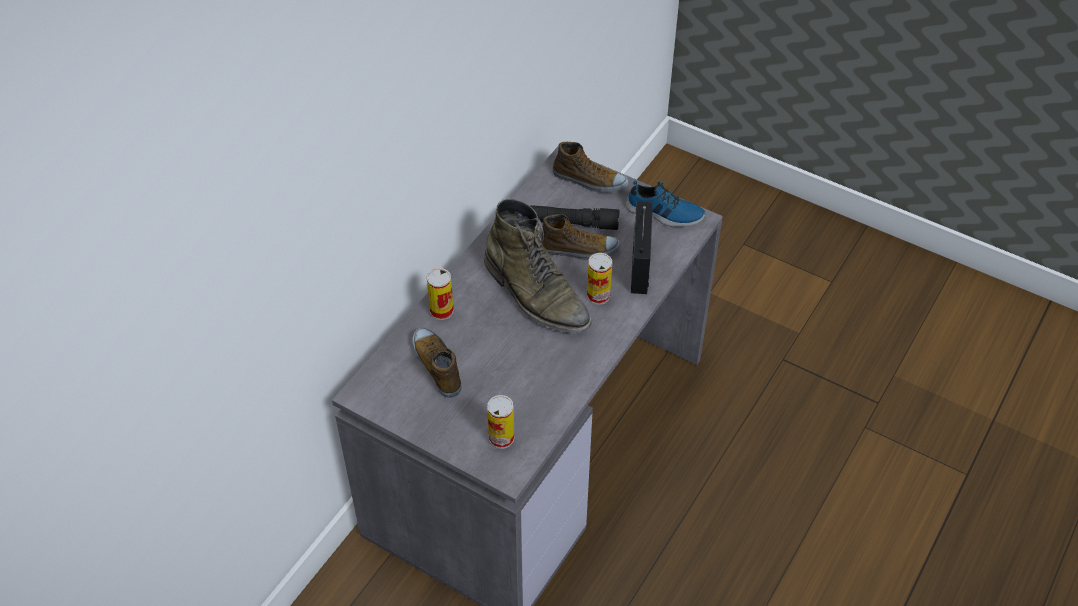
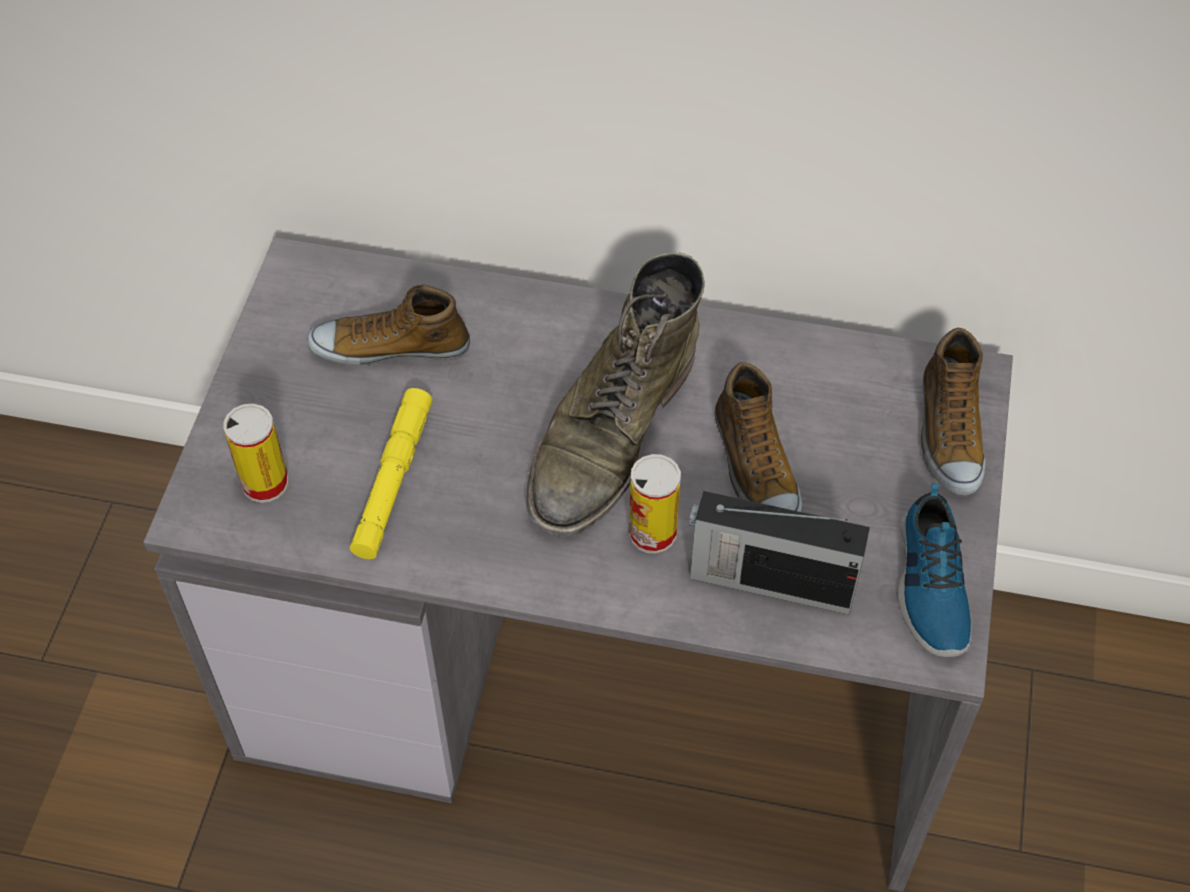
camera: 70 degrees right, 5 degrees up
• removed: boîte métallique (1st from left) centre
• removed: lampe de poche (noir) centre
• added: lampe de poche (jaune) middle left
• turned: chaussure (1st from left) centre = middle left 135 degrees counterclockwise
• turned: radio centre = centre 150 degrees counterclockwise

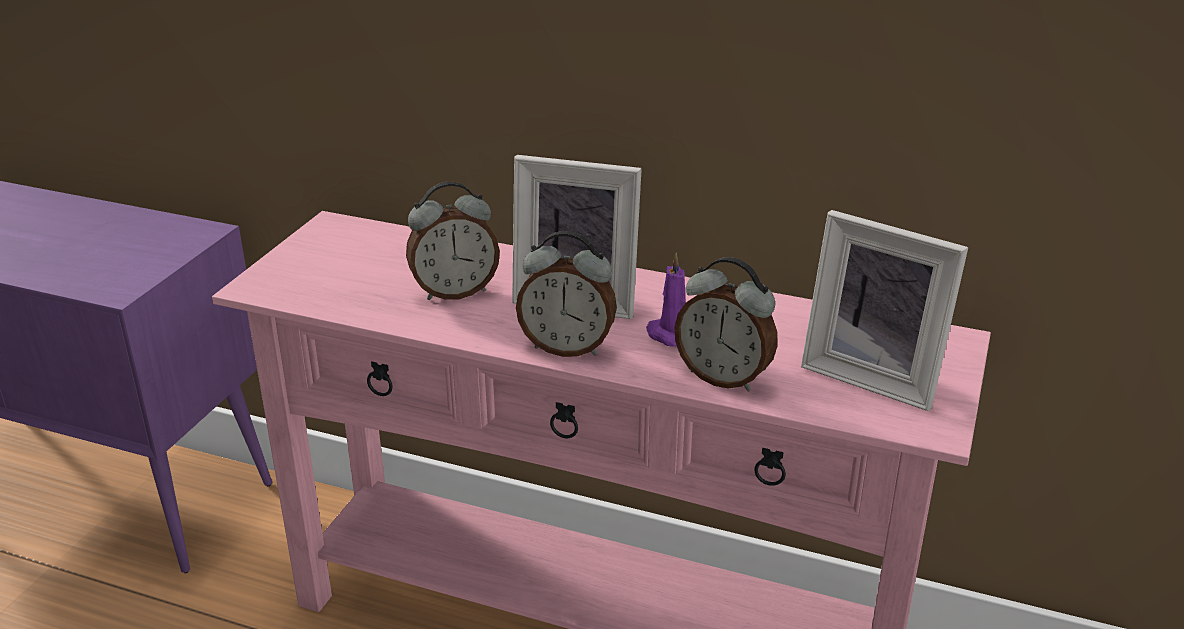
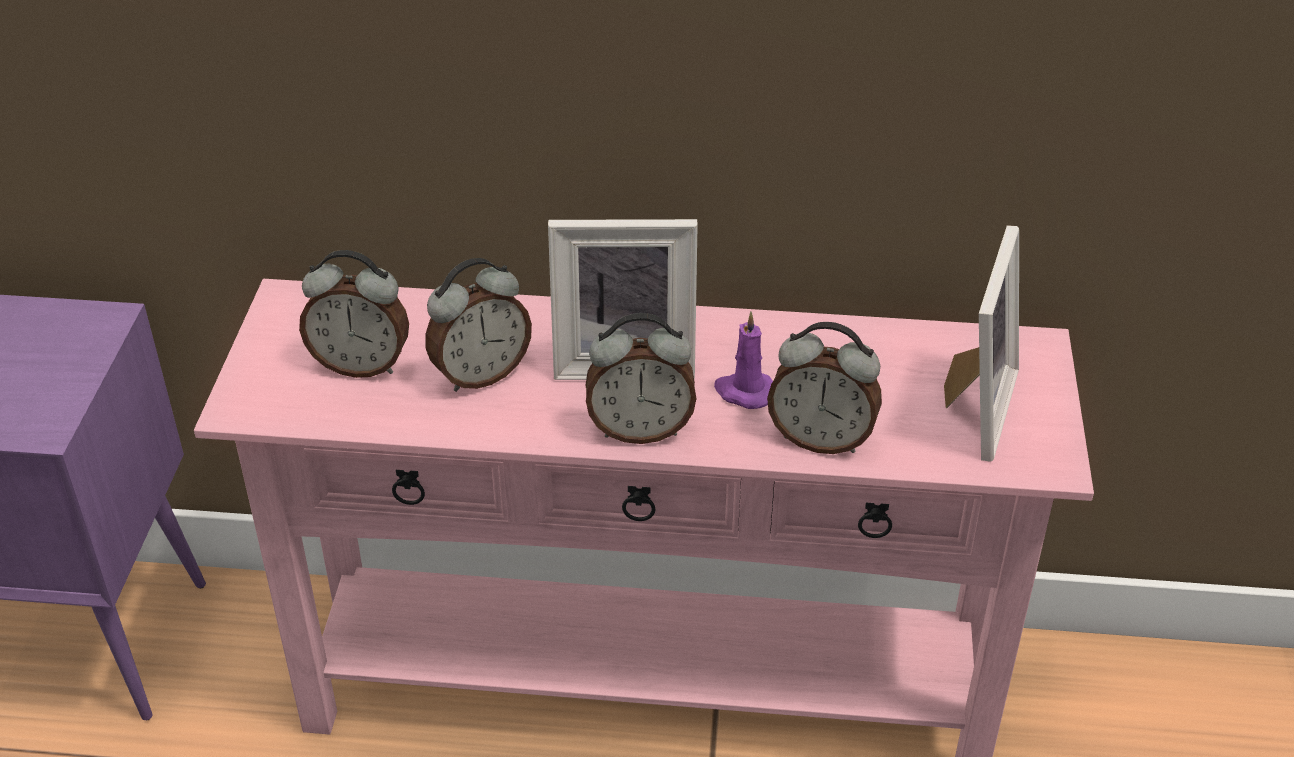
camera: 15 degrees left, 10 degrees up
• added: réveil (1st from left) middle left
• turned: cadre photo (2nd from left) middle right = middle right 90 degrees counterclockwise

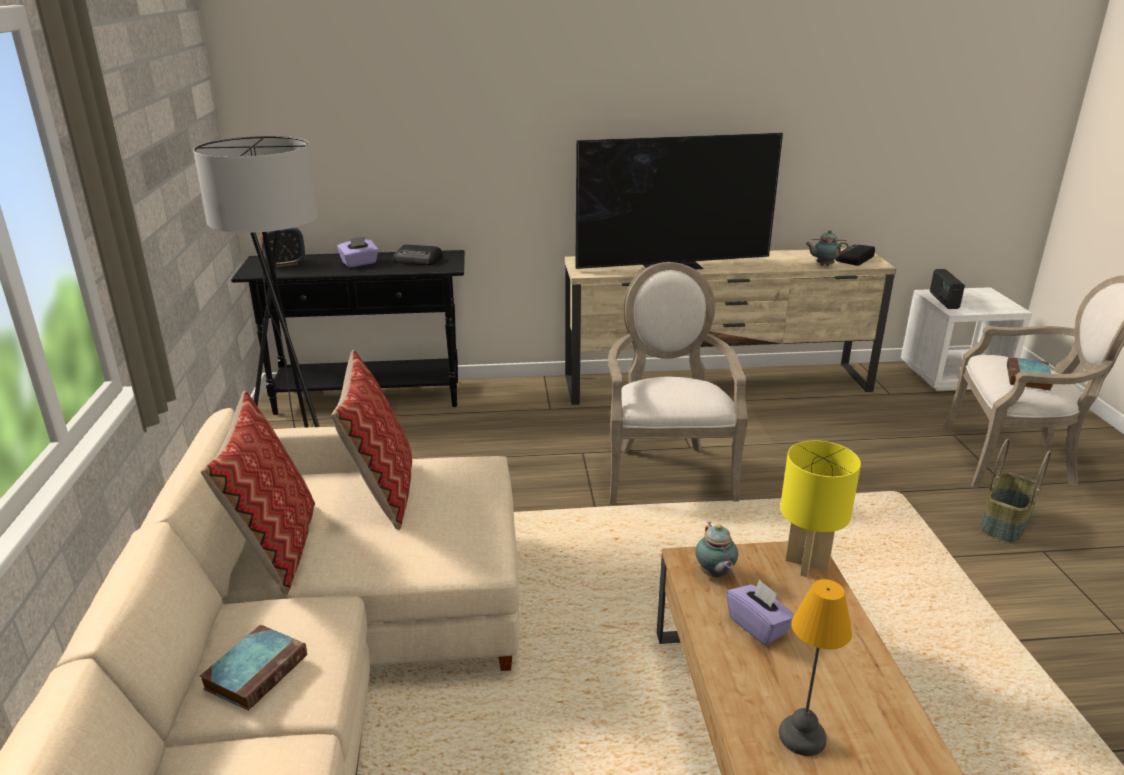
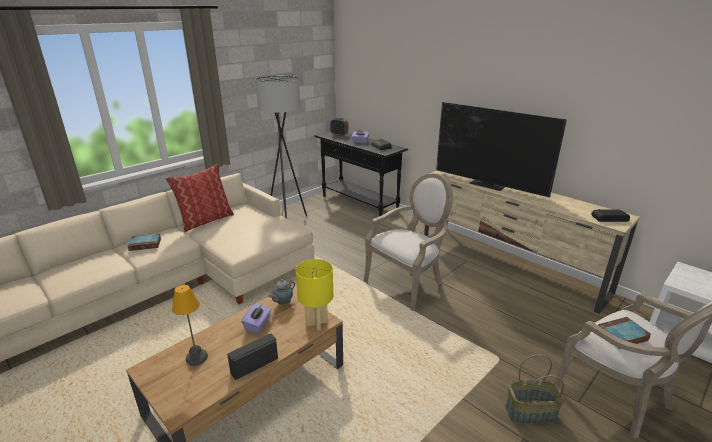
camera: 50 degrees right, 0 degrees up
• removed: coussin (2nd from left) middle left
• removed: théière (2nd from left) top right
• moved: radio (3rd from left in the first image) middle right to radio (1st from left) bottom centre

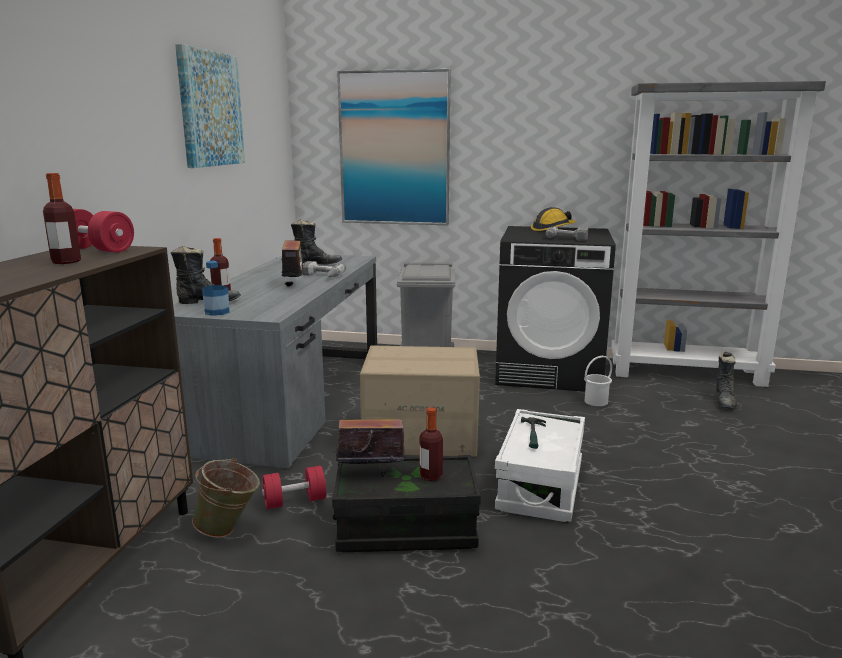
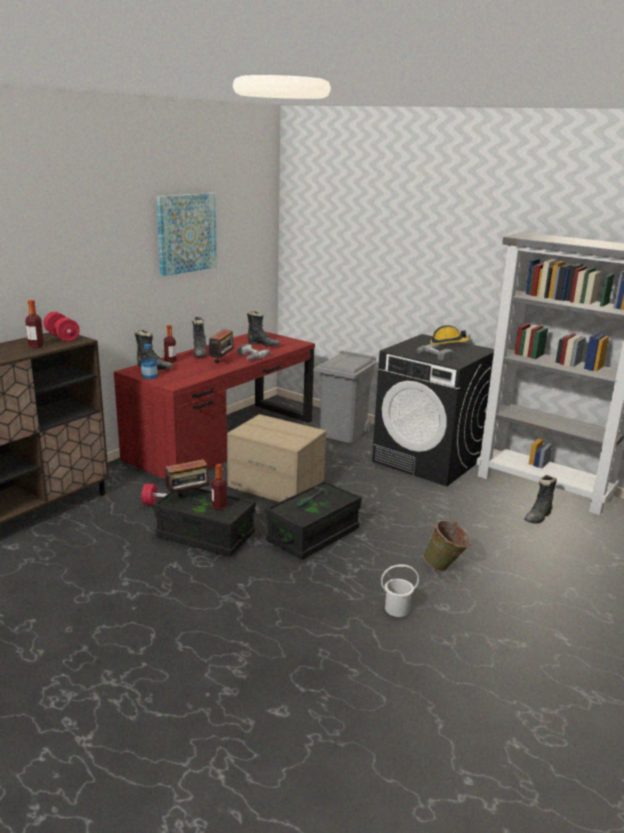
camera: 25 degrees right, 5 degrees up
• removed: tableau (2nd from left) top centre
• added: botte (noir) (2nd from left) middle left
• moved: seau (vert) bottom left to middle right
• moved: seau (blanc) middle right to bottom centre
• recoloured: bureau (gris) middle left to bureau (rouge) centre
• recoloured: boîte de rangement (blanc) bottom centre to boîte de rangement (noir) (2nd from left) centre
• turned: radio (2nd from left in the first image) bottom centre = middle left 135 degrees clockwise

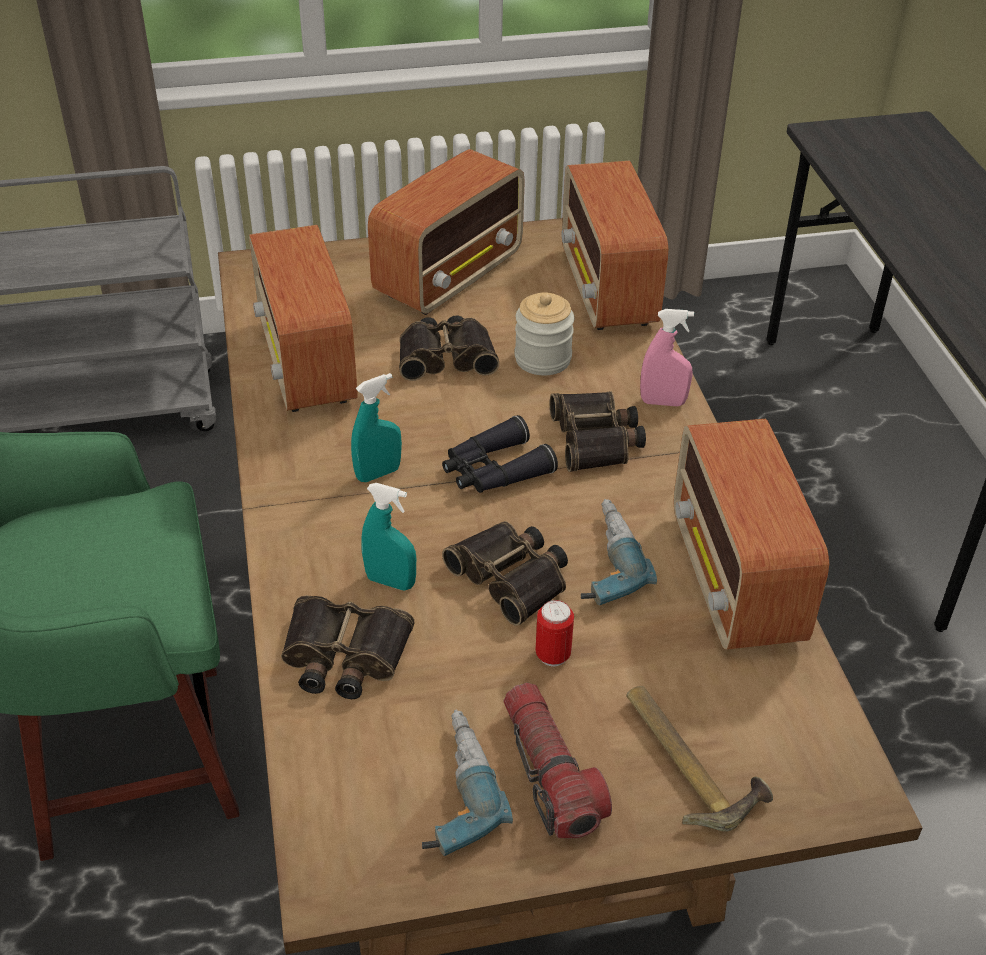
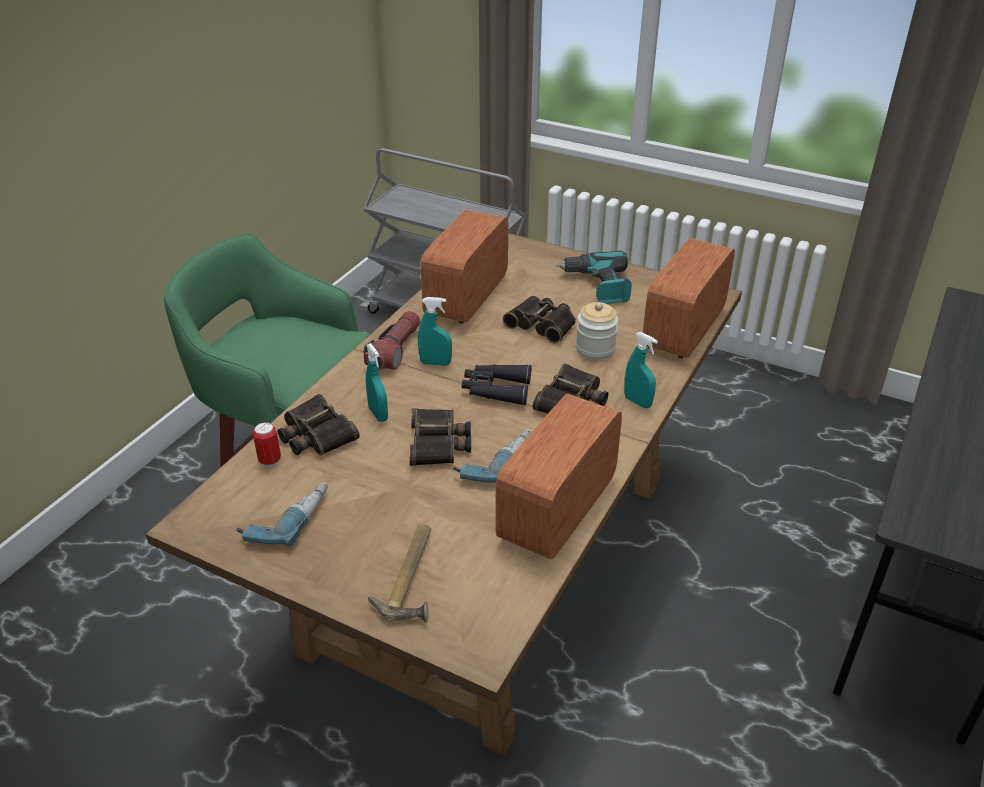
camera: 40 degrees right, 5 degrees down
• moved: lampe de poche bottom centre to centre
• moved: boîte métallique centre to middle left
• replaced: radio (2nd from left) top centre to perceuse (3rd from left) centre
• recoloured: vaporisateur (rose) middle right to vaporisateur (turquoise) (3rd from left) centre

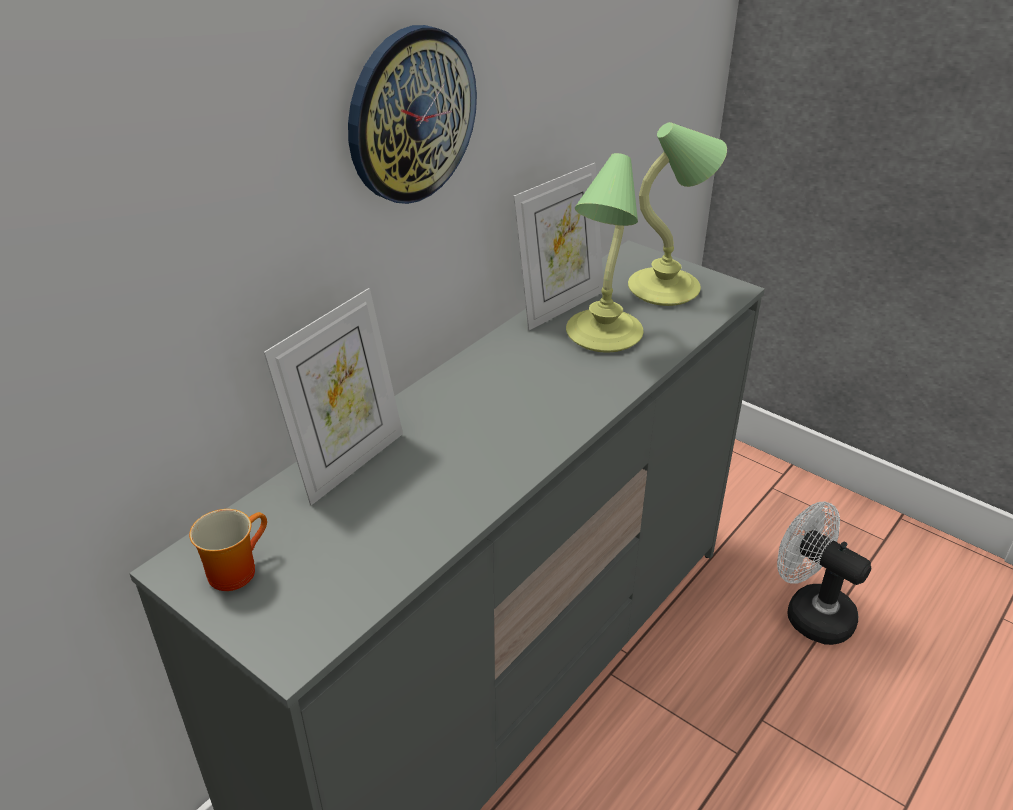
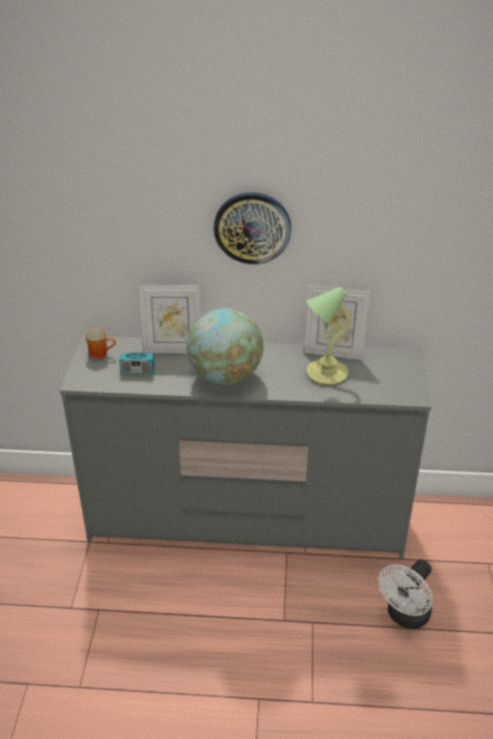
camera: 55 degrees right, 0 degrees up
• removed: lampe de table (2nd from left) top right
• added: radio middle left
• added: globe centre
• turned: ventilateur (blanc) bottom right = bottom right 150 degrees counterclockwise

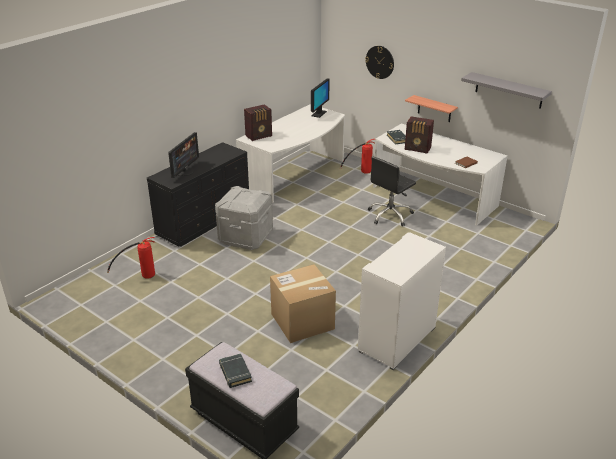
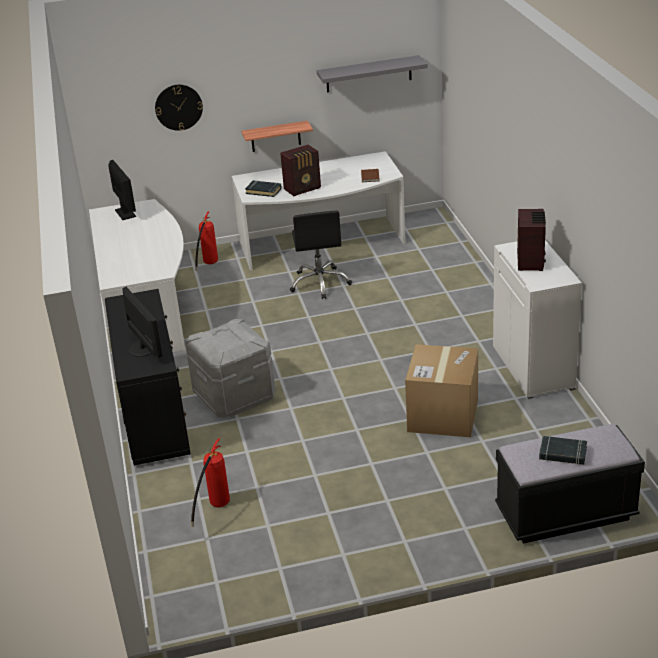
camera: 50 degrees left, 0 degrees up
• moved: radio (1st from left in the first image) top centre to radio (2nd from left) middle right

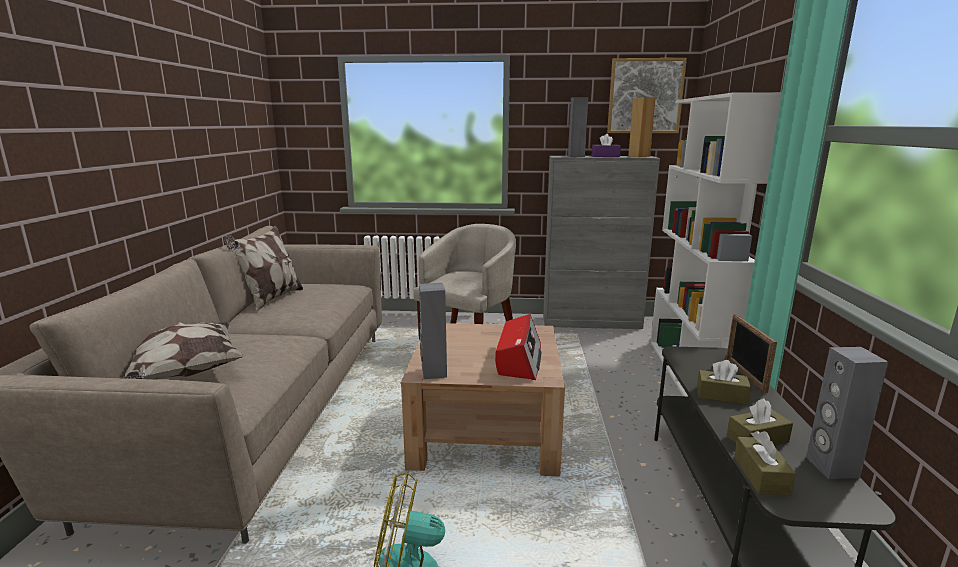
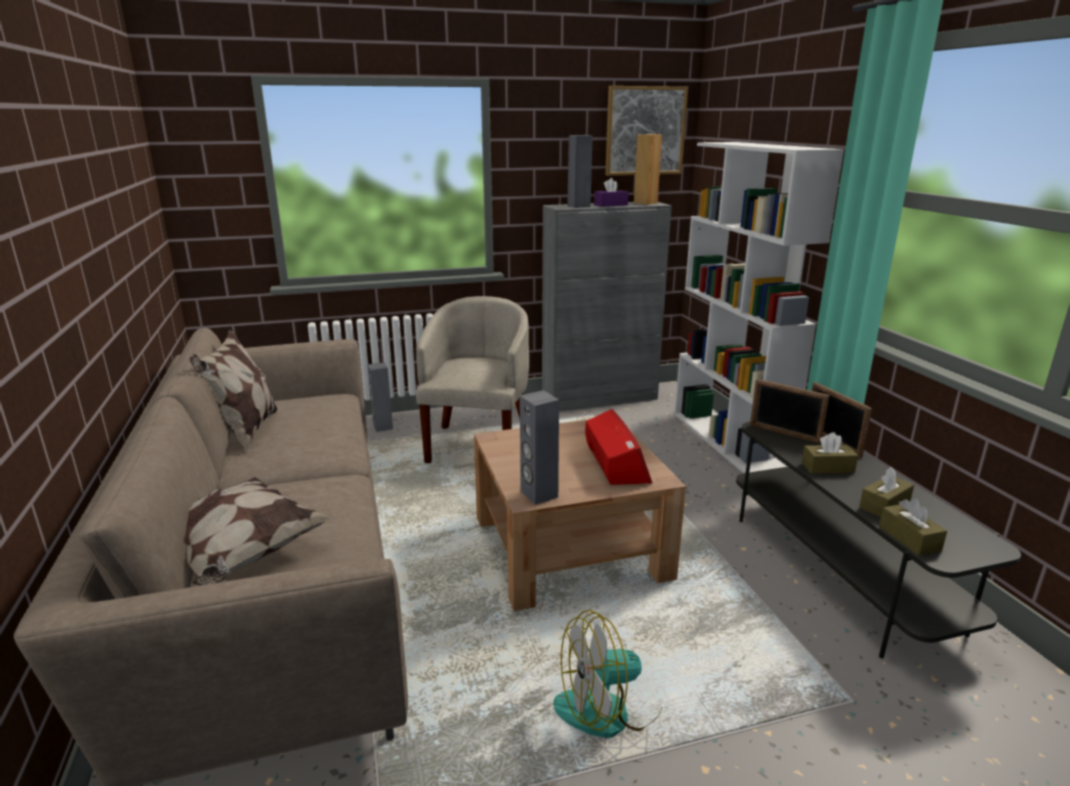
camera: 20 degrees left, 5 degrees up
• added: cadre photo (1st from left) middle right
• moved: enceinte (gris) (3rd from left in the first image) bottom right to enceinte (gris) (1st from left) centre

